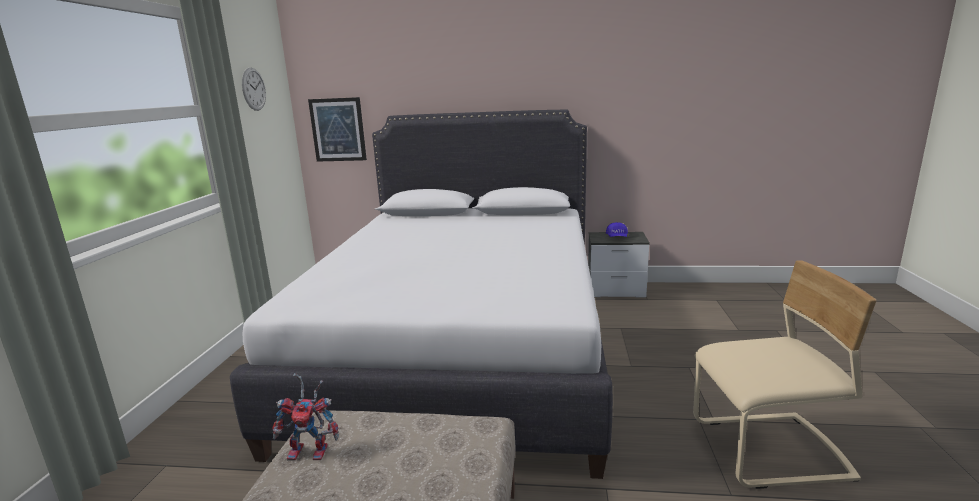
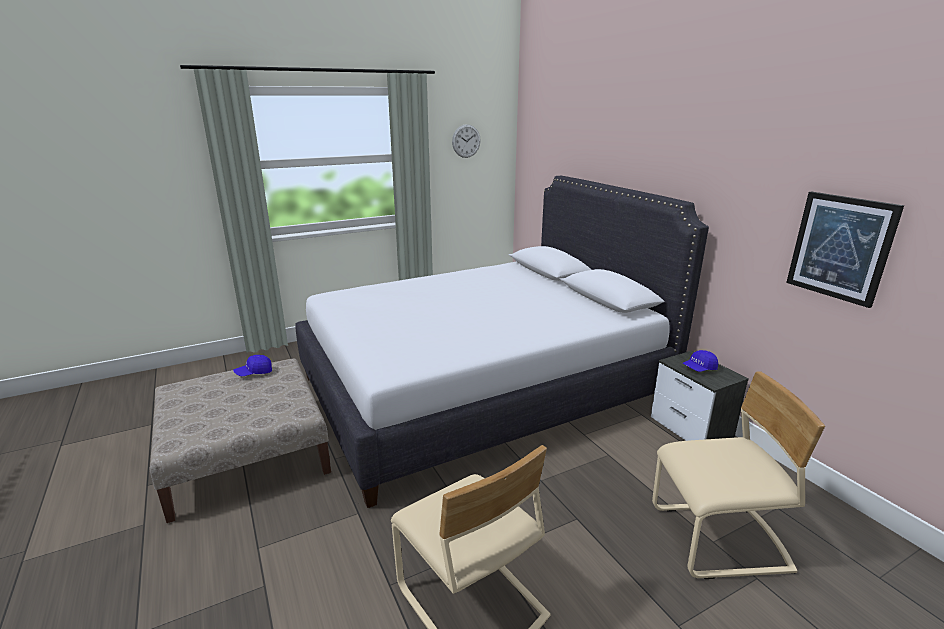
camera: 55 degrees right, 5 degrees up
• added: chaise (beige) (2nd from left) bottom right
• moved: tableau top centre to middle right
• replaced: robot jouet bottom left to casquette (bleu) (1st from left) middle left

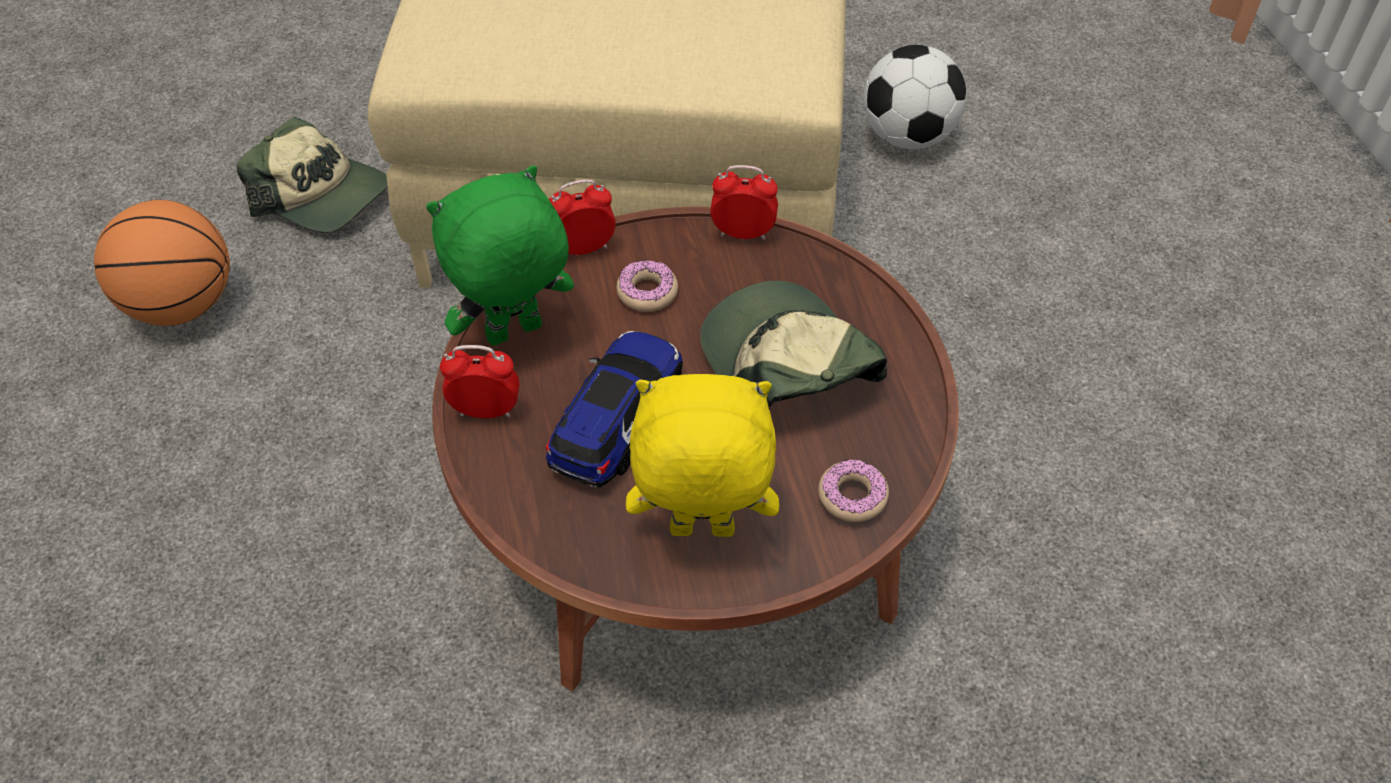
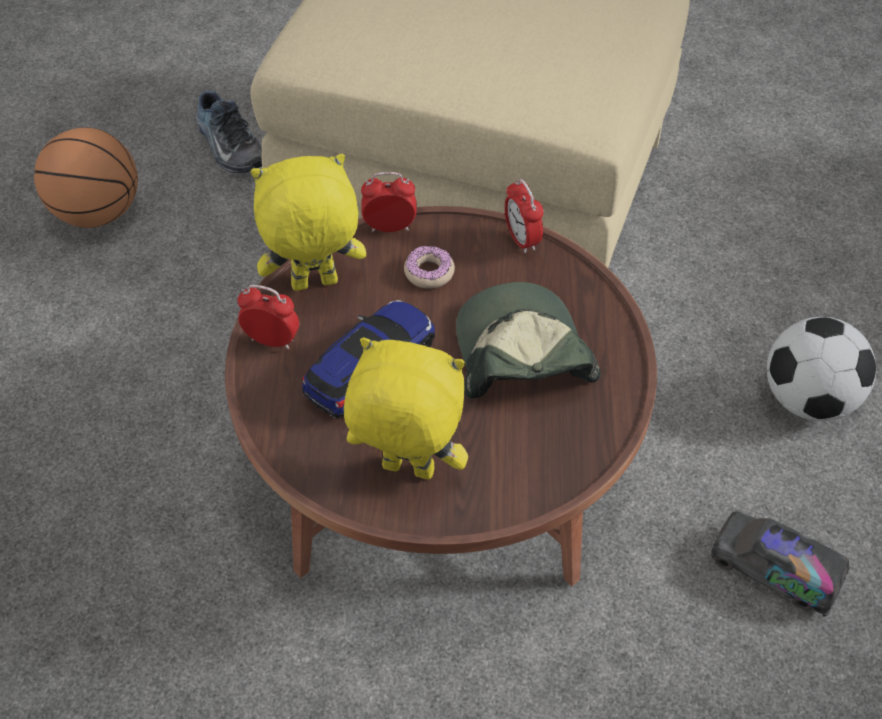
camera: 15 degrees right, 0 degrees up
• removed: beignet (2nd from left) centre
• added: camion jouet bottom right
• moved: ballon de foot top centre to middle right
• replaced: casquette (1st from left) top left to chaussure top left
• recoloured: peluche (vert) top centre to peluche (jaune) (1st from left) top centre
• turned: réveil (3rd from left) top centre = top centre 135 degrees counterclockwise

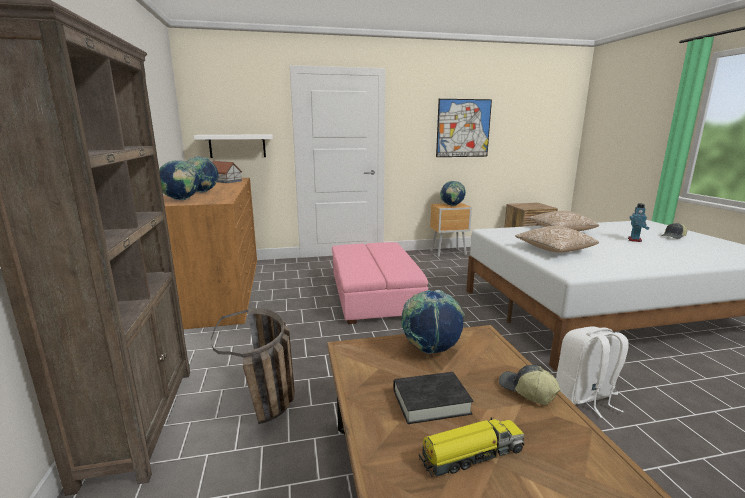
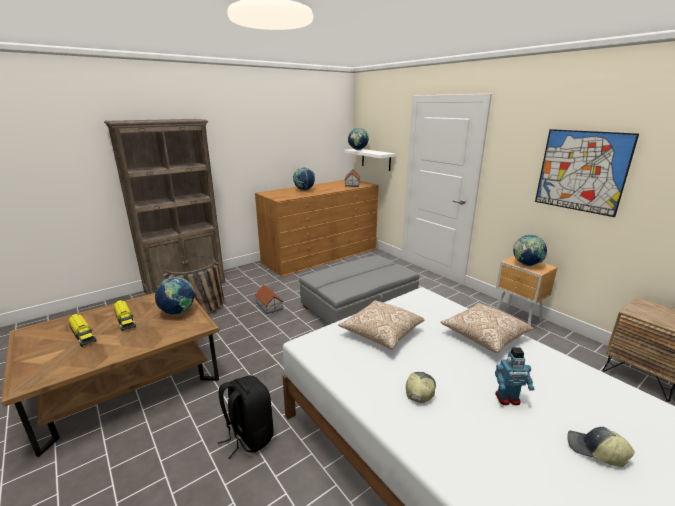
camera: 65 degrees right, 5 degrees up
• added: maison miniature (1st from left) centre
• moved: globe (1st from left in the first image) middle left to globe (3rd from left) top centre
• moved: casquette (1st from left) bottom right to bottom centre
• replaced: livre (noir) bottom centre to camion jouet (2nd from left) middle left
• recoloured: pouf (rose) centre to pouf (gris) centre
• recoloured: sac à dos (blanc) bottom right to sac à dos (noir) bottom centre

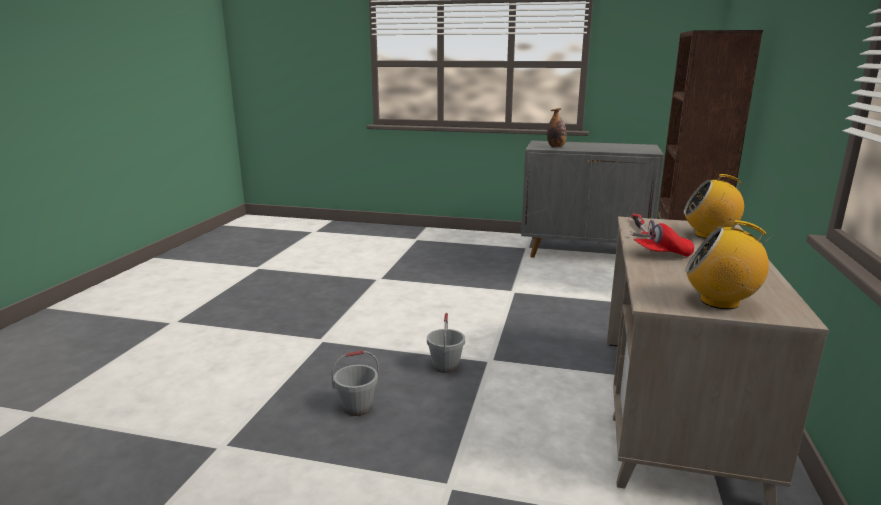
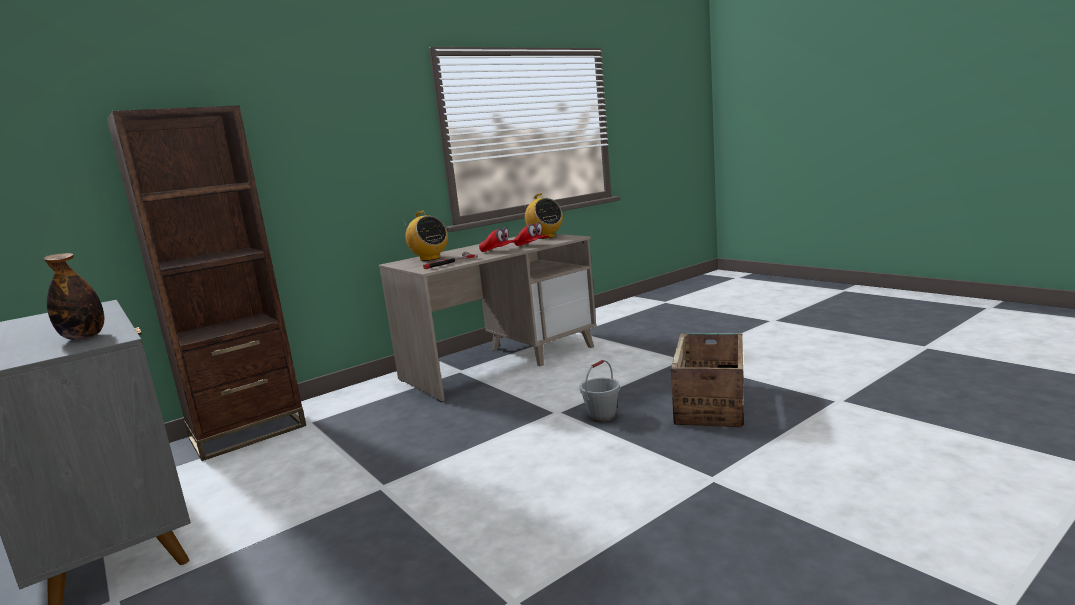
camera: 140 degrees left, 5 degrees down
• added: casquette (rouge) (2nd from left) centre
• replaced: seau (gris) (1st from left) bottom centre to caisse centre

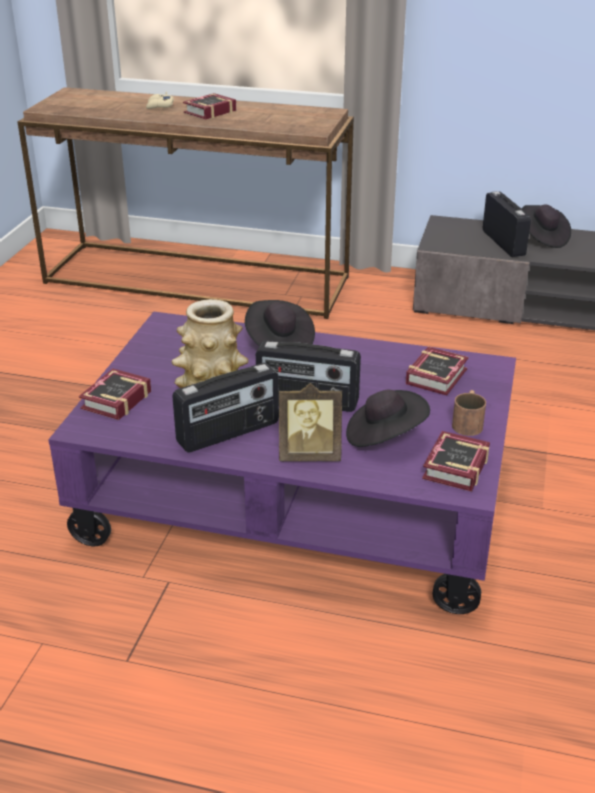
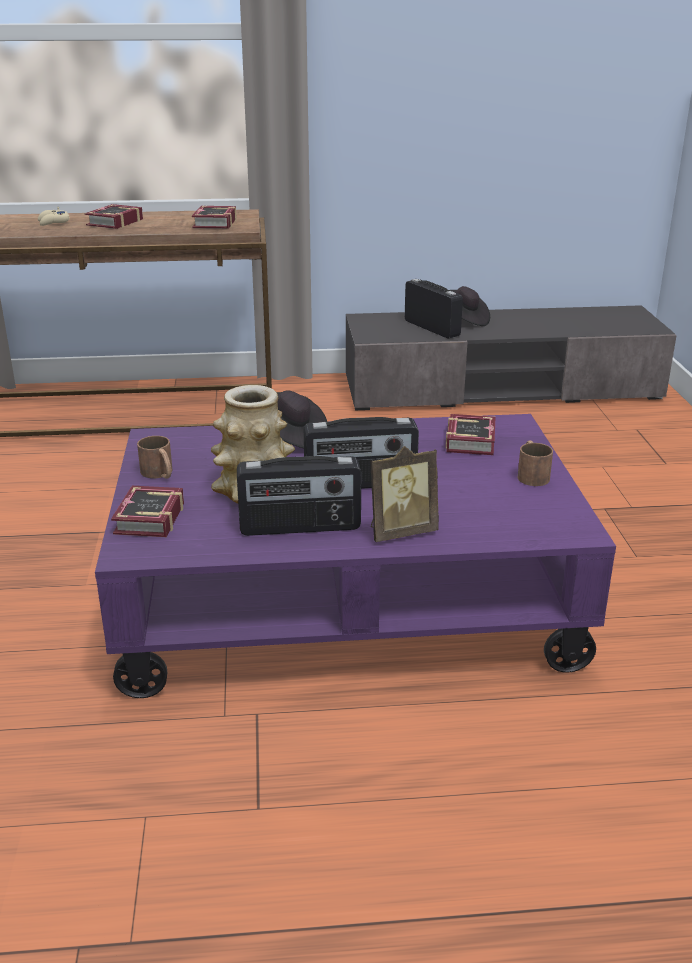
camera: 20 degrees left, 5 degrees down
• removed: chapeau (noir) (2nd from left) centre
• added: mug (marron) (1st from left) middle left
• moved: livre (4th from left in the first image) middle right to livre (3rd from left) top left
• turned: radio (1st from left) centre = centre 45 degrees clockwise

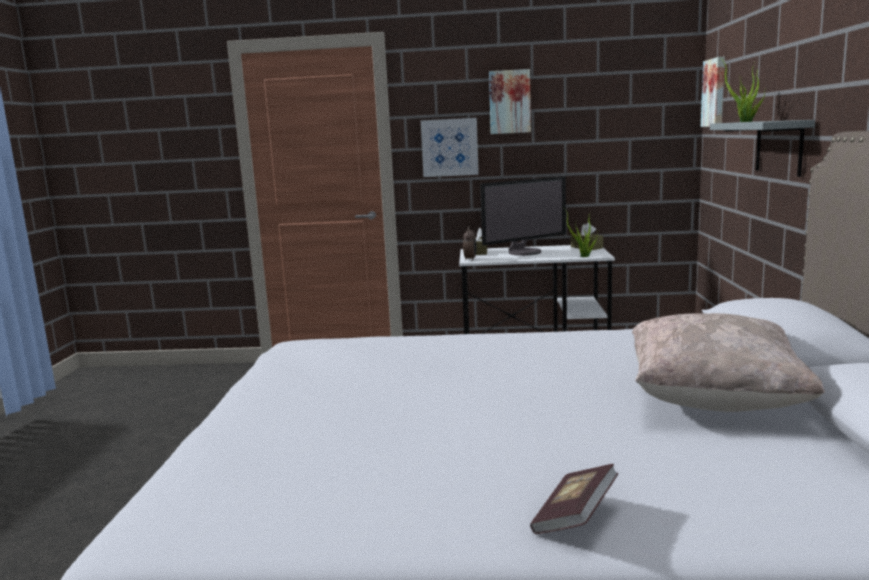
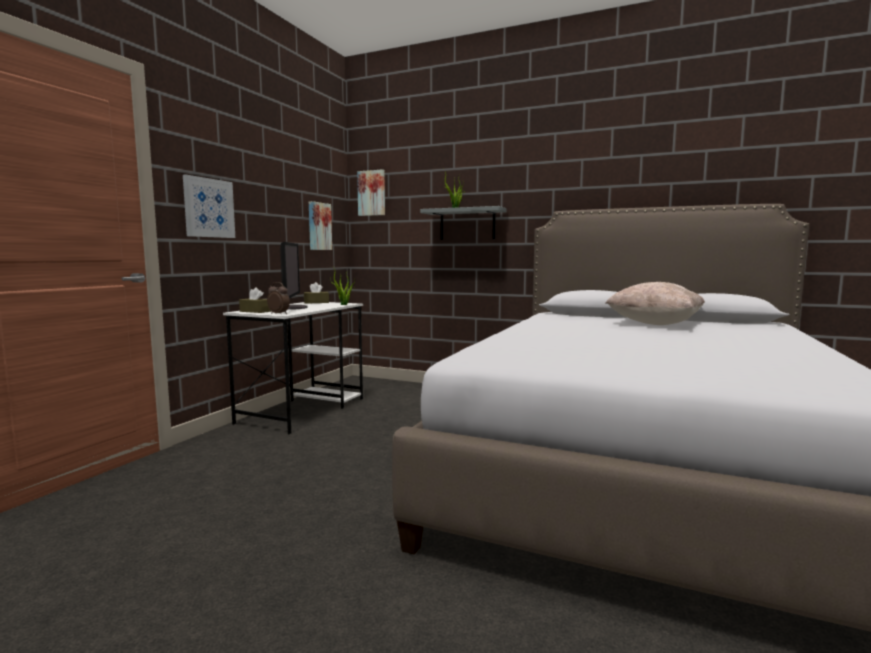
camera: 70 degrees left, 5 degrees down
• removed: livre bottom centre
• moved: tableau (2nd from left) top centre to centre

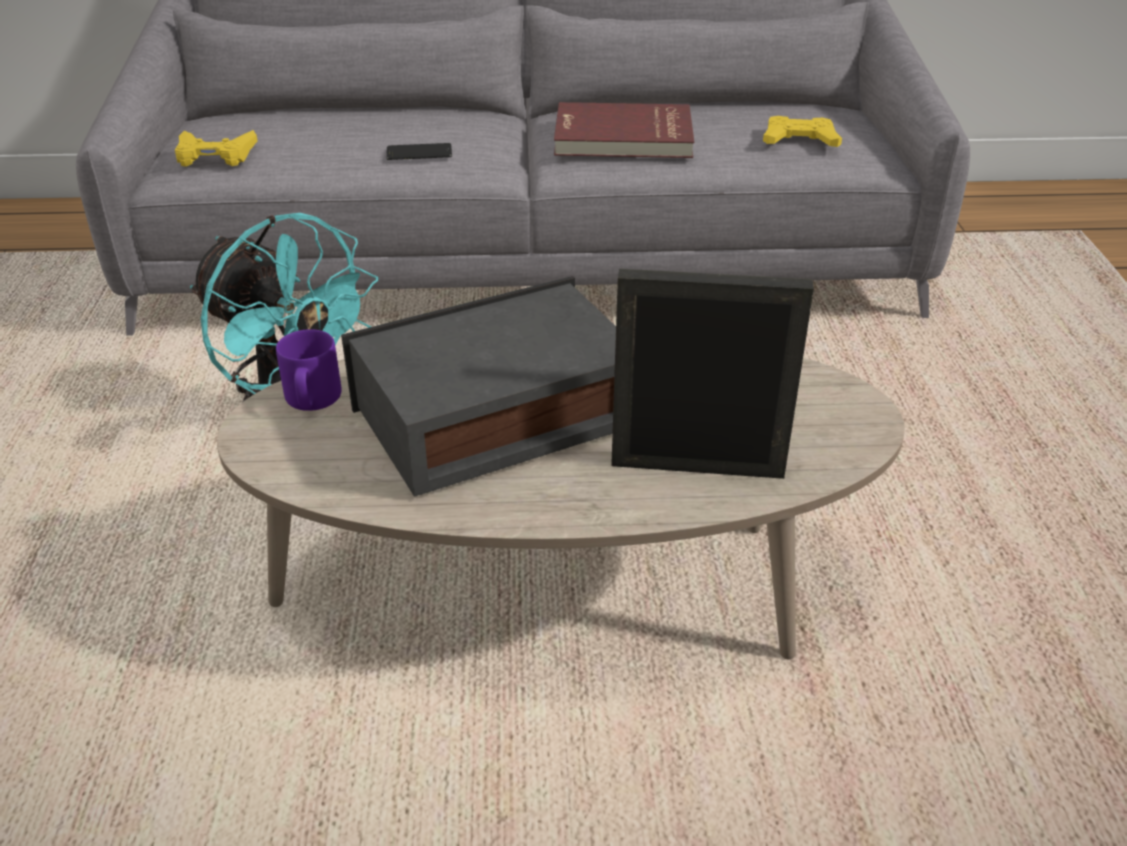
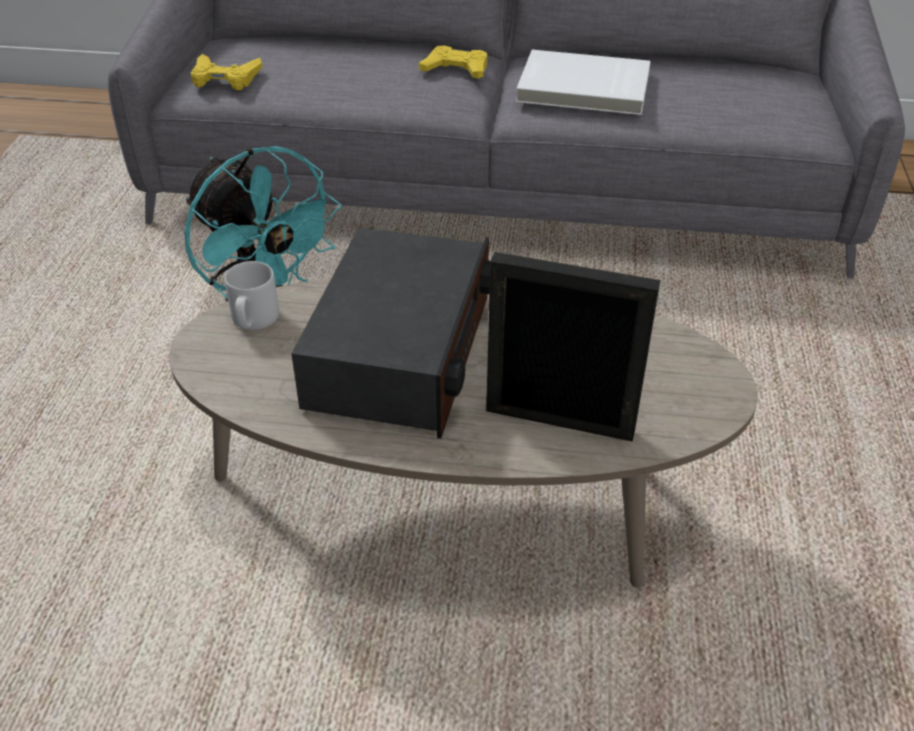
camera: 10 degrees right, 5 degrees up
• removed: téléphone top centre
• moved: manette (jaune) (2nd from left) top right to top centre
• recoloured: mug (violet) middle left to mug (gris) middle left
• recoloured: livre (rouge) top centre to livre (blanc) top centre
• turned: radio centre = centre 120 degrees clockwise

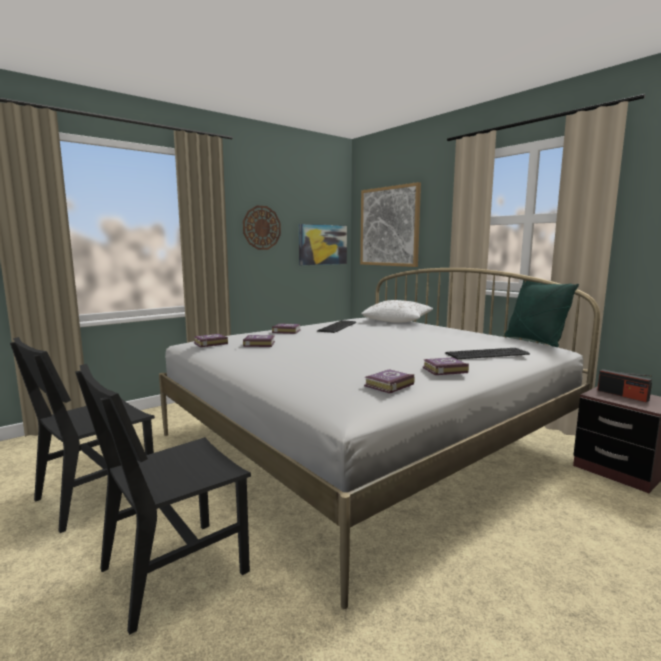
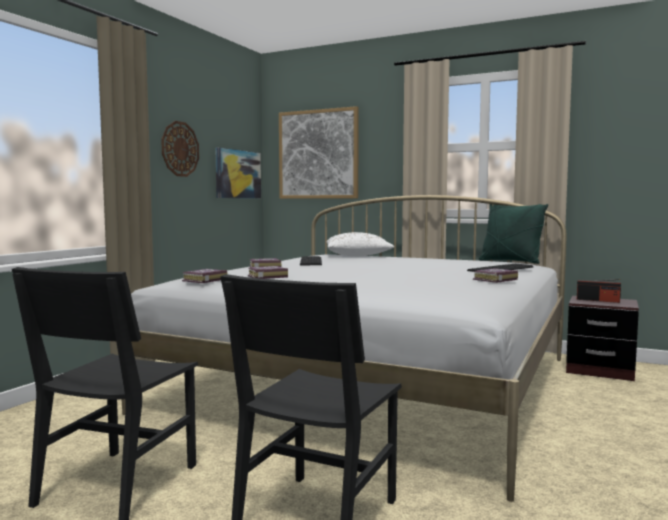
camera: 25 degrees left, 5 degrees down
• removed: livre (4th from left) centre

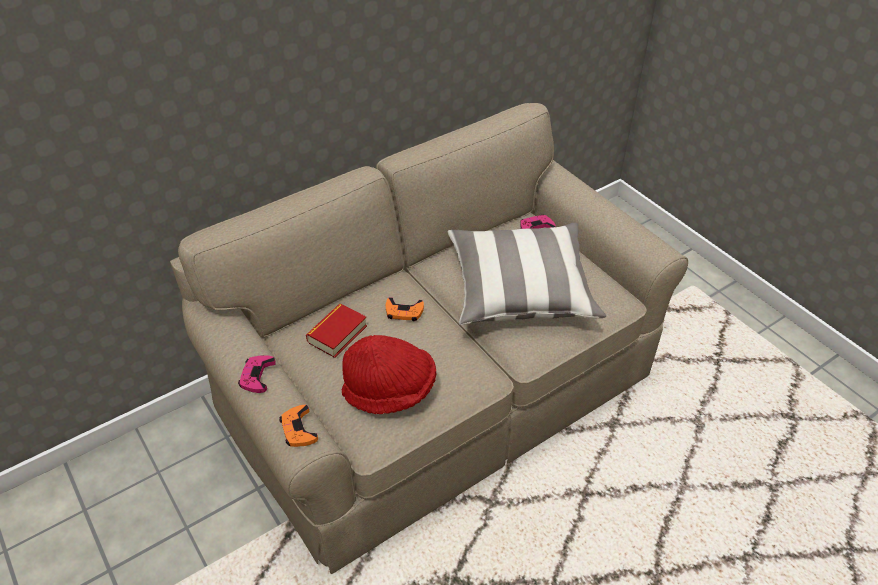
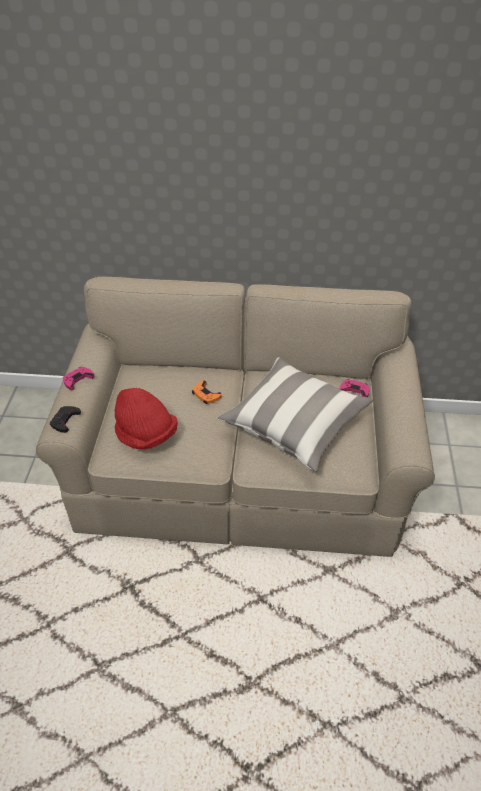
camera: 40 degrees right, 0 degrees up
• removed: livre centre
• recoloured: manette (orange) (1st from left) bottom centre to manette (noir) middle left

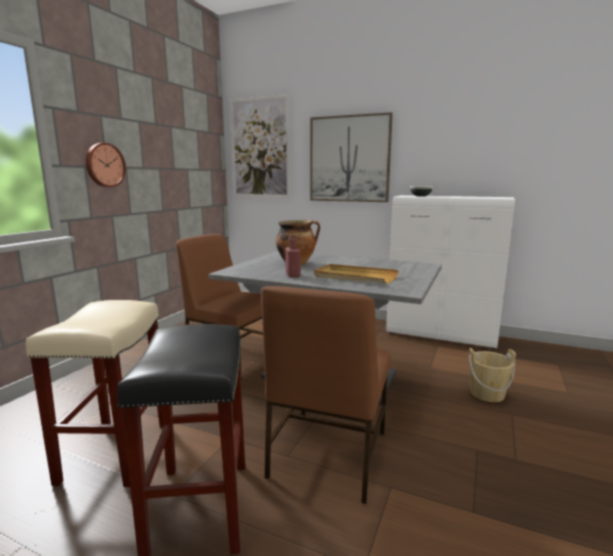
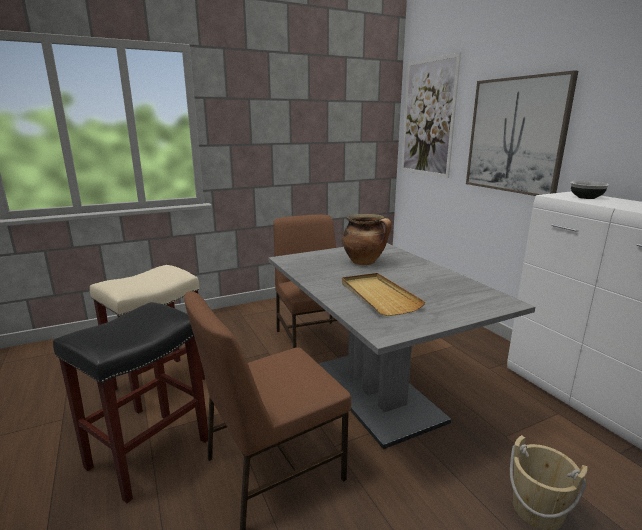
camera: 40 degrees right, 5 degrees up
• removed: horloge murale top left
• removed: bouteille (rouge) centre

